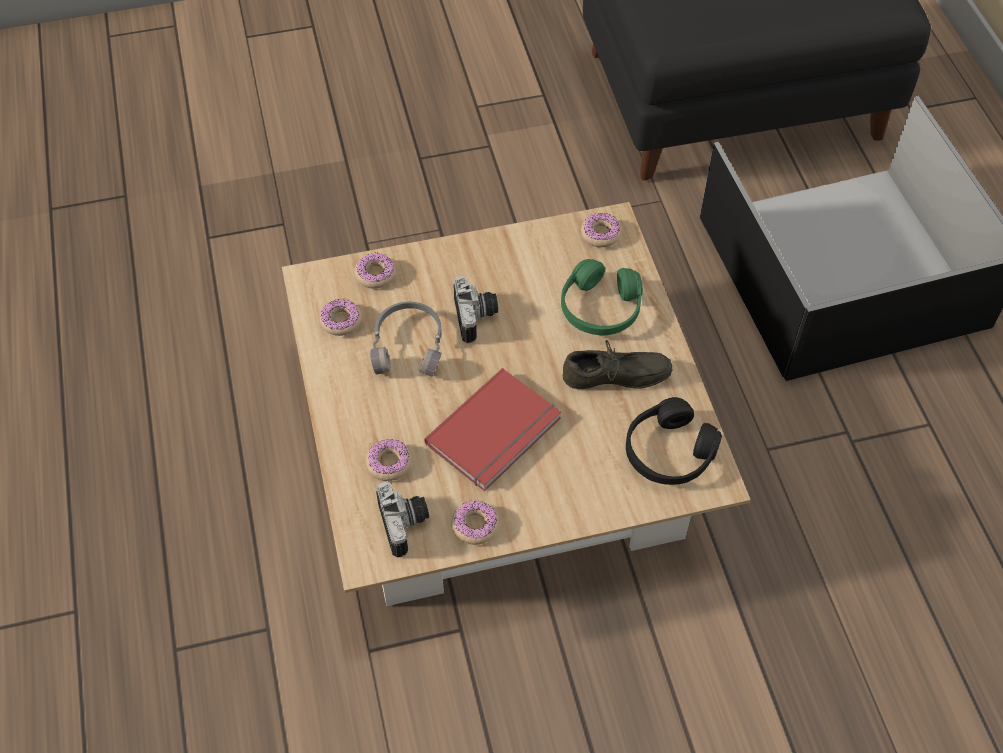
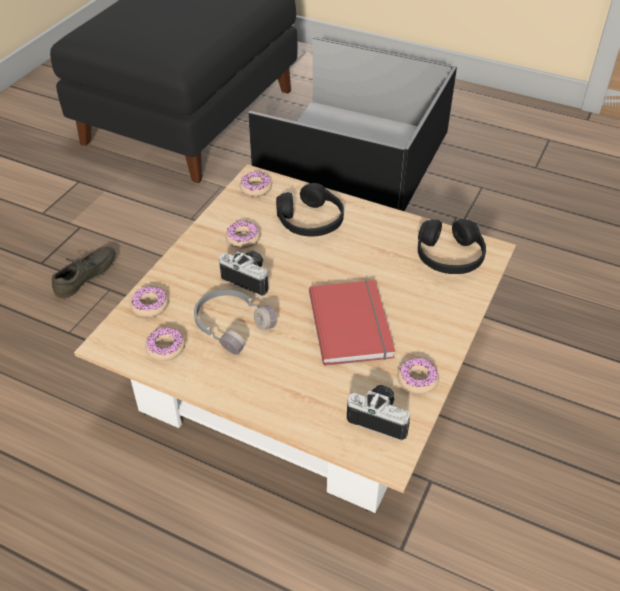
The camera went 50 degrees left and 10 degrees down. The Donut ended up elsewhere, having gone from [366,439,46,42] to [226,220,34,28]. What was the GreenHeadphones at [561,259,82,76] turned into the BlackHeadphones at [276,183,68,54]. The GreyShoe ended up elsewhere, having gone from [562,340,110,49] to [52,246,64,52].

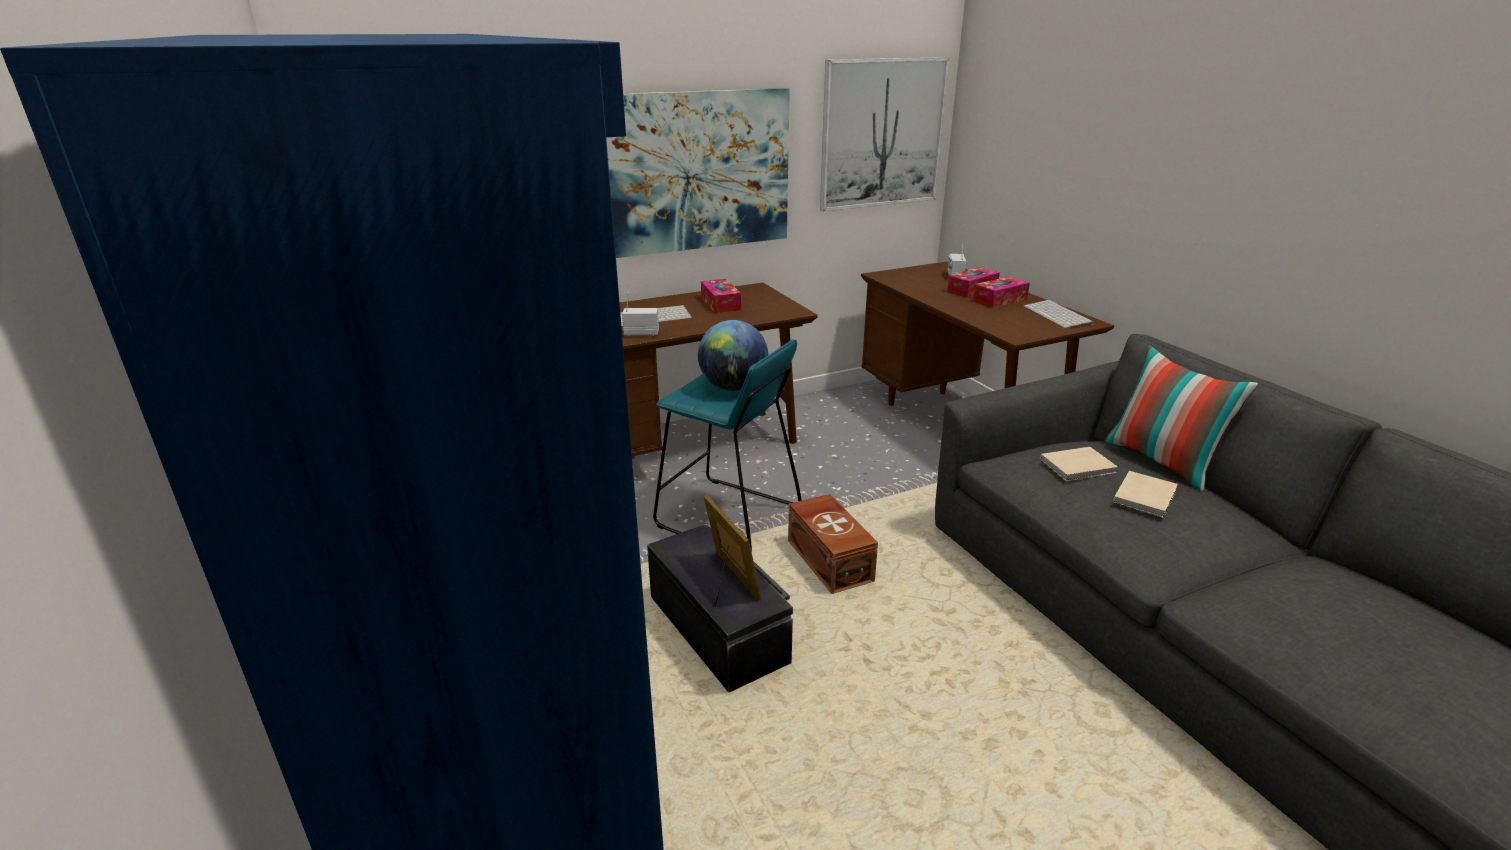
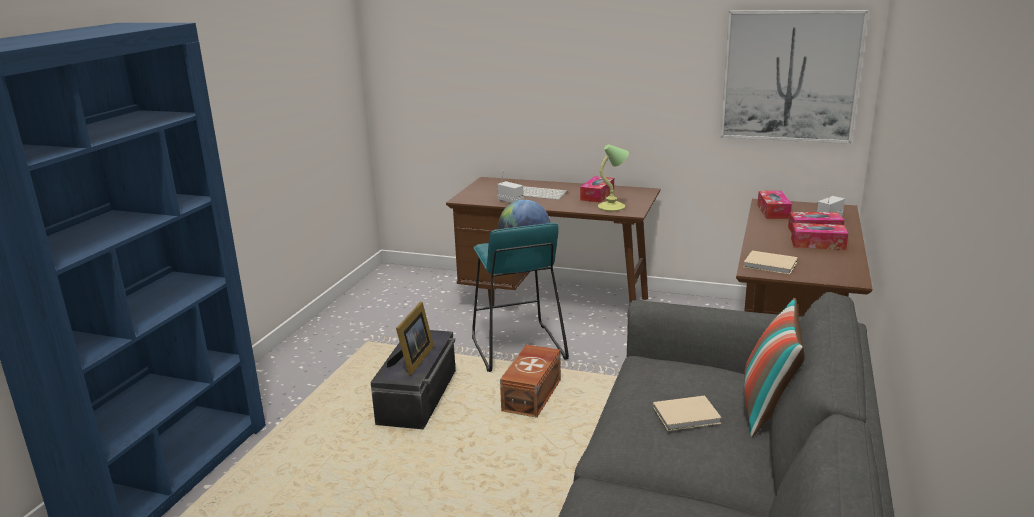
The camera went 45 degrees right and 5 degrees down. The second view lost the Picture at [606,88,184,170]. The second view lost the Keyboard at [1024,300,70,28]. The BeigeBook ended up elsewhere, having gone from [1040,447,78,34] to [744,251,54,24]. The second view gained the TableLamp at [598,144,31,68]. The second view gained the TissueBox at [757,191,35,28].

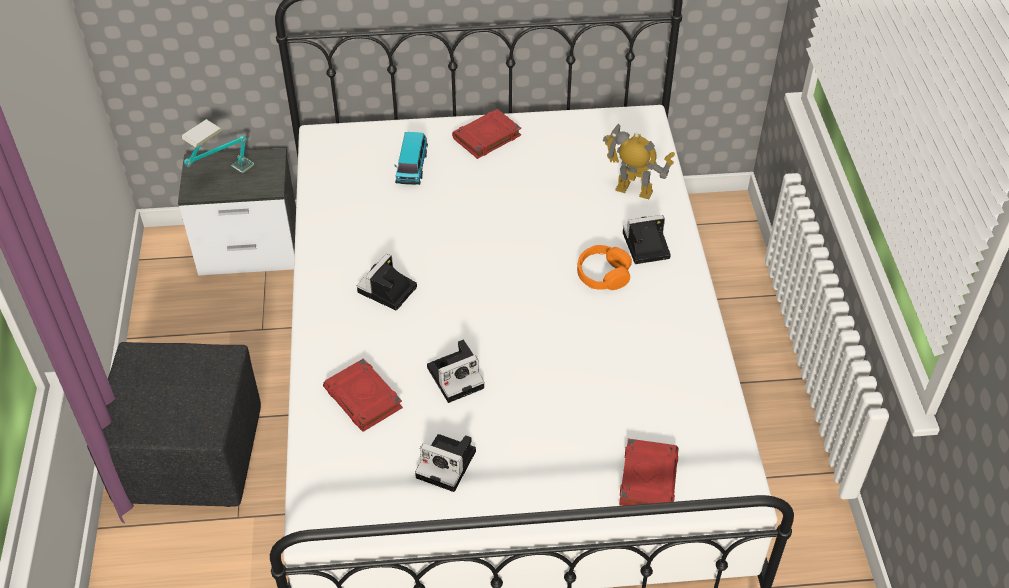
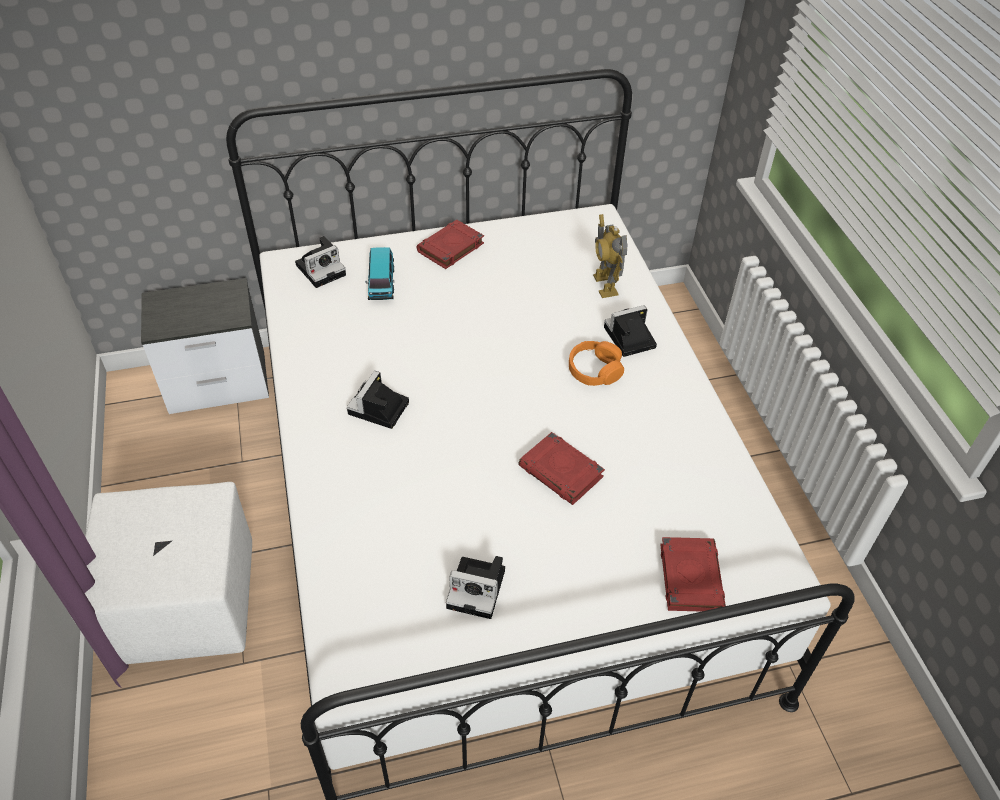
The camera went 10 degrees left and 0 degrees up. What was the BlackOttoman at [87,342,174,165] turned into the WhiteOttoman at [82,482,170,182]. The second view lost the TableLamp at [181,119,73,54]. The RedBook ended up elsewhere, having gone from [323,358,80,74] to [518,432,87,73]. The PhotoCamera ended up elsewhere, having gone from [427,339,57,64] to [295,236,51,52]. The ToyRobot at [602,123,73,76] ended up facing another way, 120 degrees counterclockwise from before.

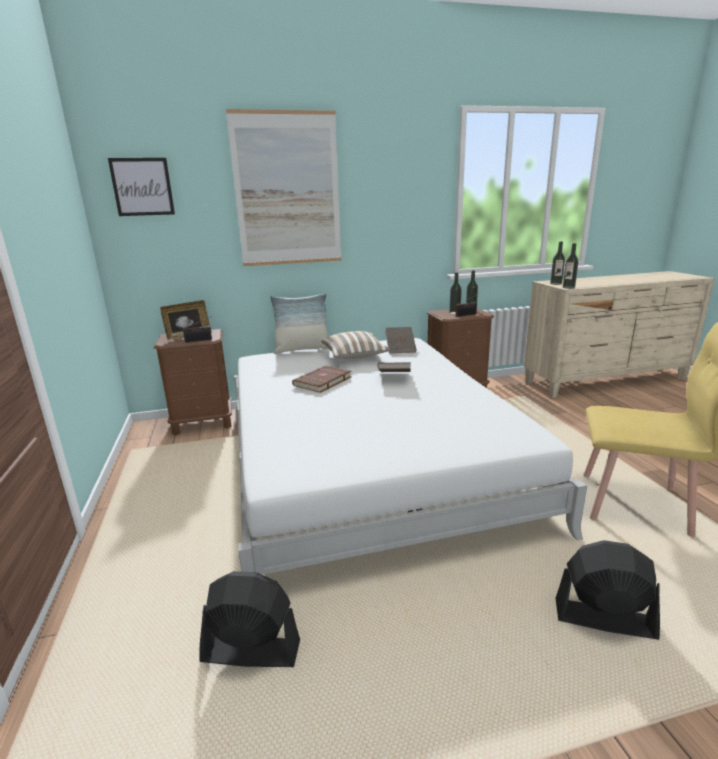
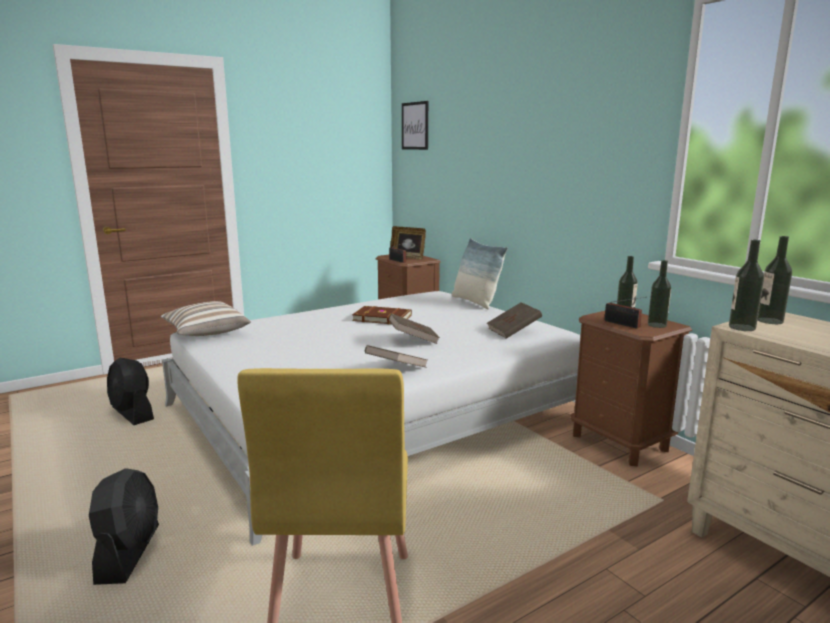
The camera went 70 degrees right and 5 degrees down. The BlackFan at [199,571,101,96] ended up facing another way, 150 degrees clockwise from before. The second view lost the Picture at [226,109,116,157]. The Pillow ended up elsewhere, having gone from [321,331,69,28] to [161,301,90,35]. The second view gained the BrownBook at [365,345,62,23].

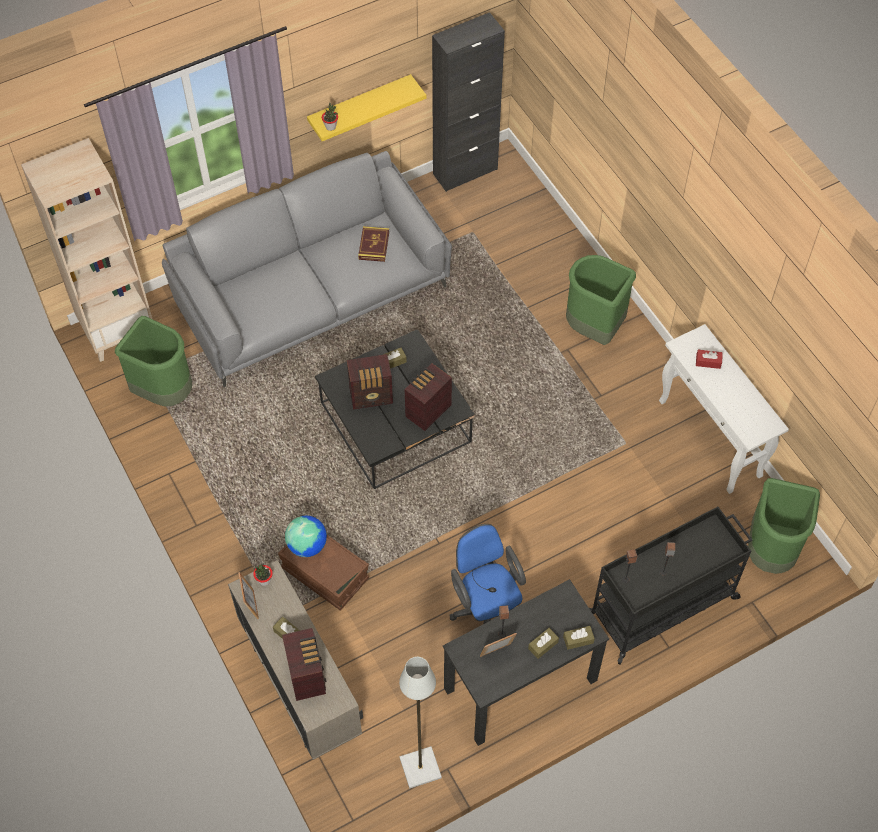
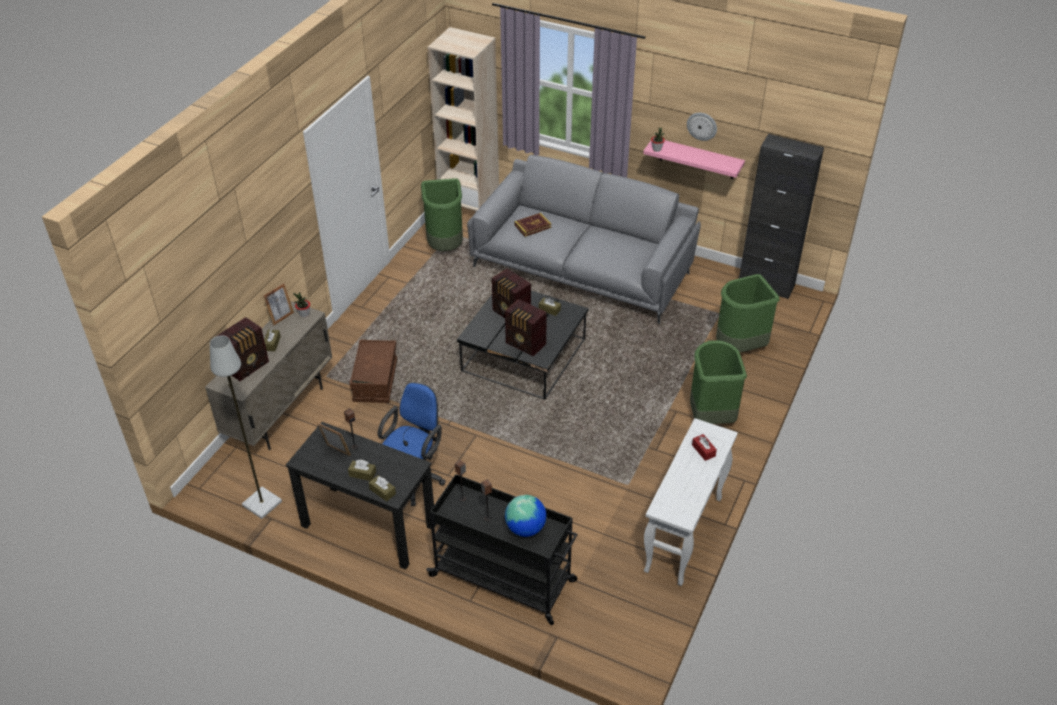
The camera went 55 degrees right and 15 degrees down. The Globe ended up elsewhere, having gone from [285,516,42,41] to [505,495,42,42]. What was the YellowShelf at [307,74,119,67] turned into the PinkShelf at [643,140,102,39]. The Book ended up elsewhere, having gone from [358,226,31,36] to [515,213,36,24]. The Radio at [405,363,47,68] ended up facing another way, 150 degrees counterclockwise from before. The GreenTrashCan ended up elsewhere, having gone from [748,478,72,96] to [716,274,63,78]. The second view gained the WallClock at [687,113,30,28].

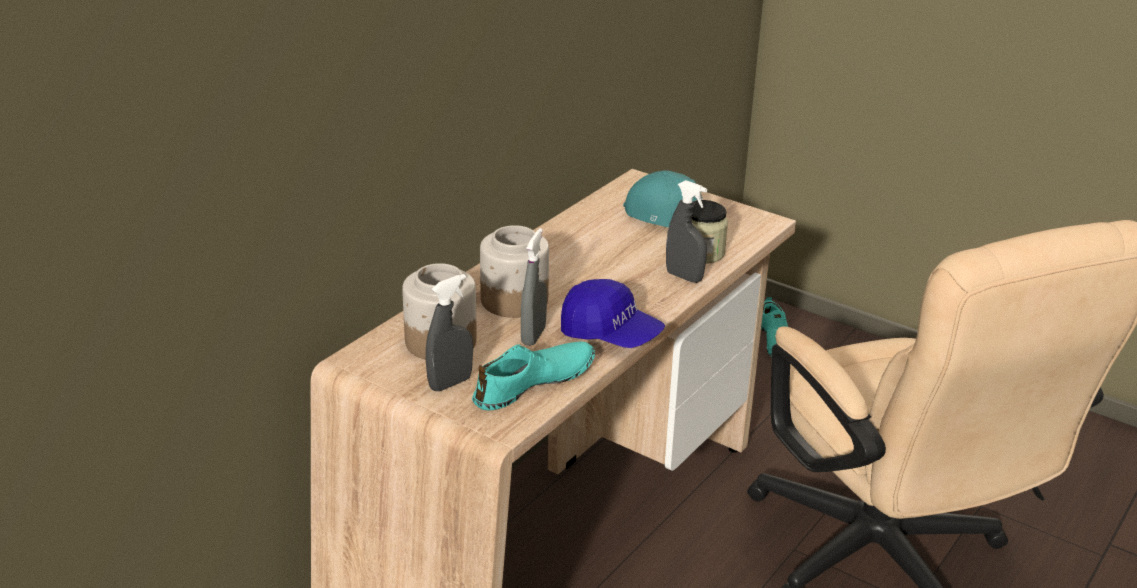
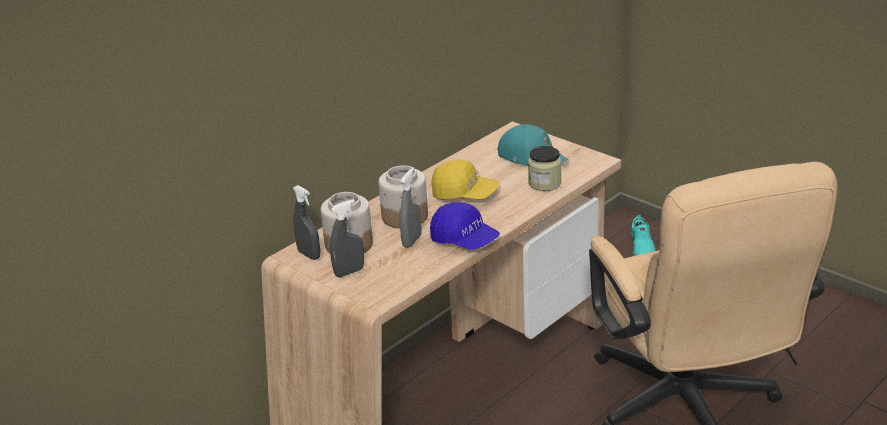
The camera went 10 degrees right and 0 degrees up. The second view lost the TurquoiseShoe at [472,341,123,70]. The GreySprayBottle ended up elsewhere, having gone from [666,180,41,103] to [293,185,27,75]. The second view gained the YellowCap at [432,159,68,41].

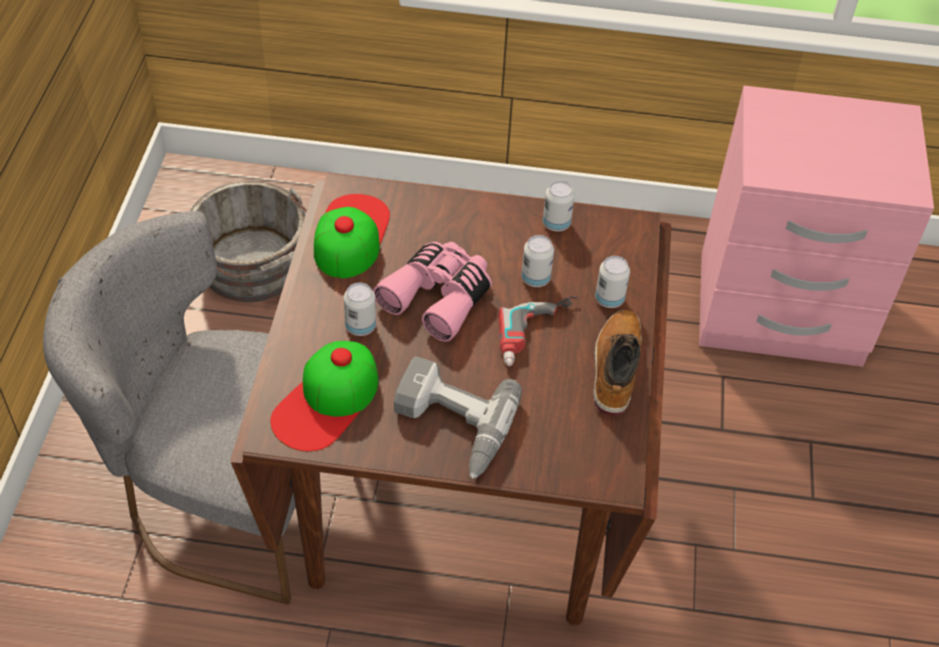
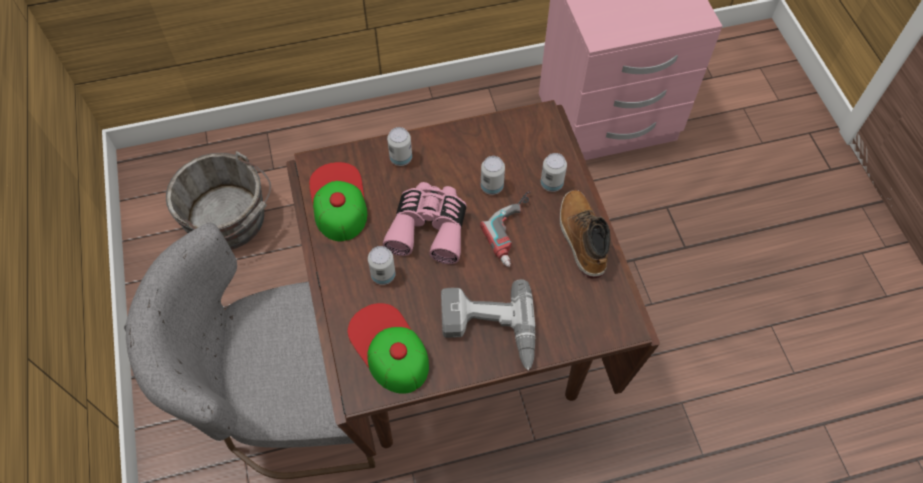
The camera went 20 degrees left and 10 degrees up. The Cap at [270,341,108,111] ended up facing another way, 135 degrees clockwise from before. The Can ended up elsewhere, having gone from [543,180,32,51] to [387,127,25,39].

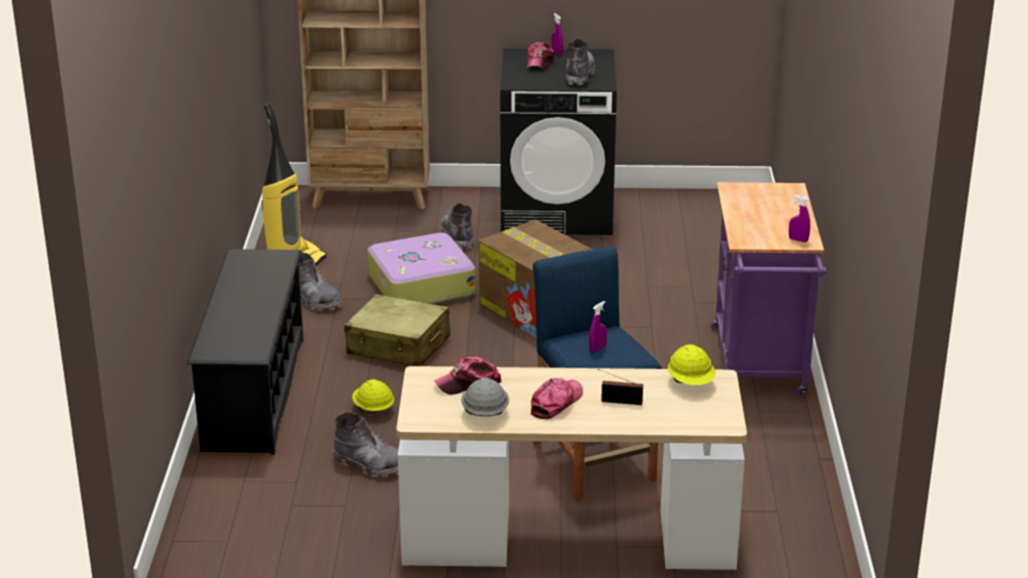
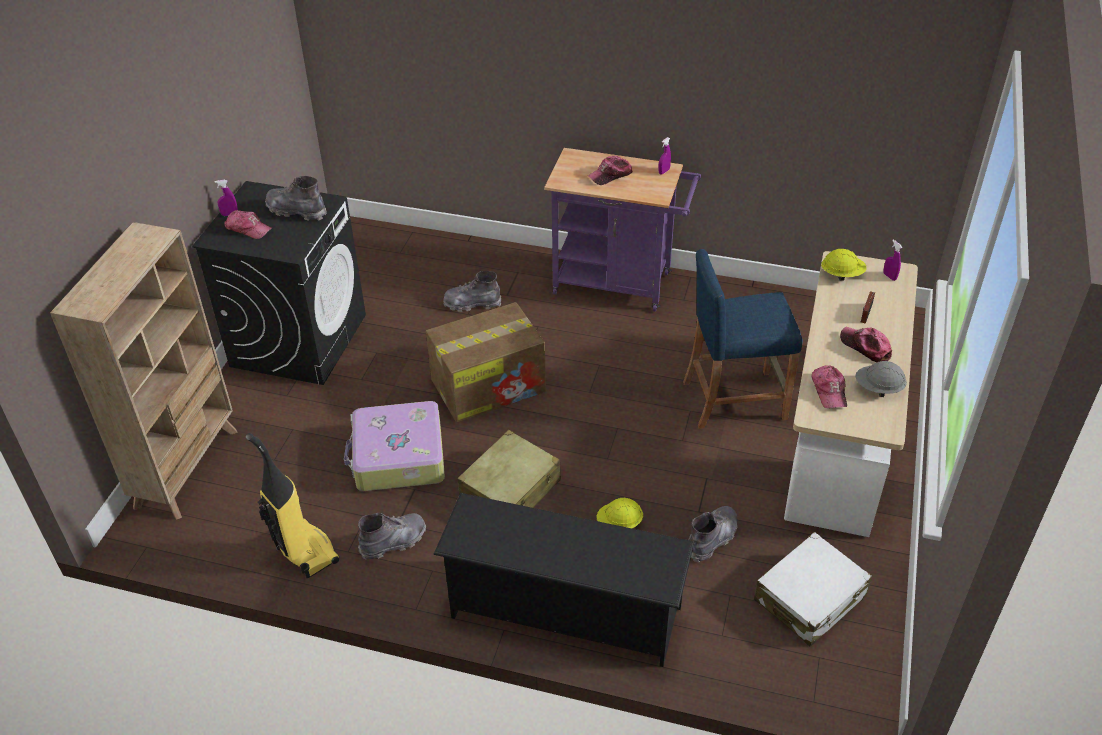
The camera went 75 degrees left and 15 degrees up. The GreyBoot ended up elsewhere, having gone from [441,203,33,47] to [443,271,58,41]. The PurpleSprayBottle ended up elsewhere, having gone from [589,301,18,52] to [883,240,20,41]. The second view gained the Cap at [588,156,45,29]. The second view gained the WhiteSuitcase at [754,532,118,115].

